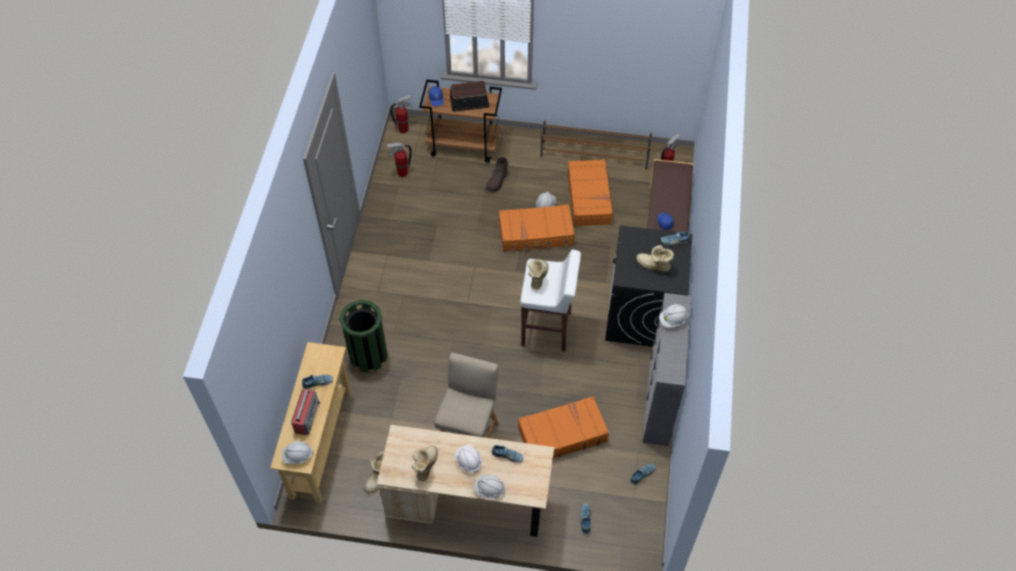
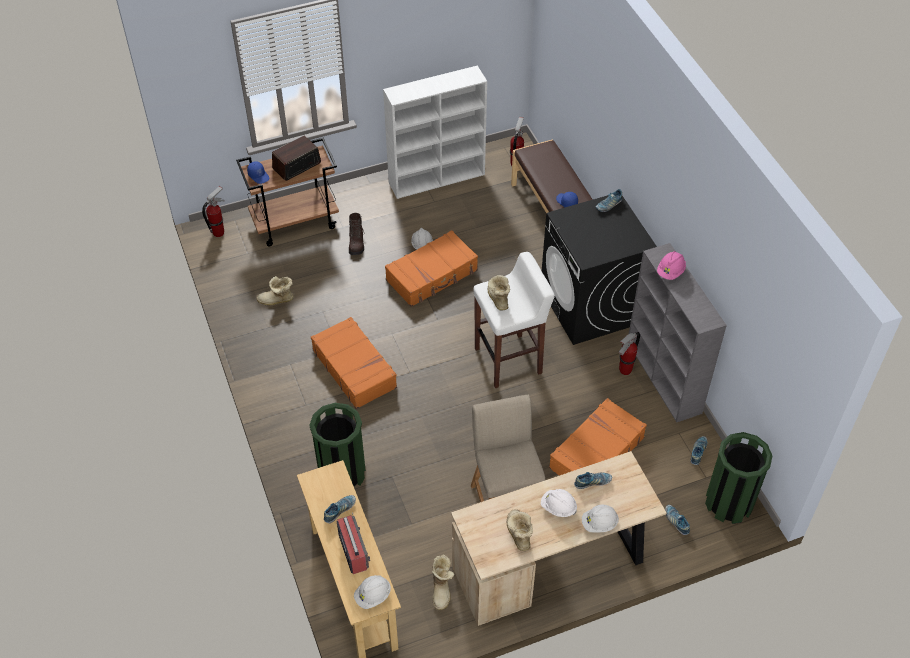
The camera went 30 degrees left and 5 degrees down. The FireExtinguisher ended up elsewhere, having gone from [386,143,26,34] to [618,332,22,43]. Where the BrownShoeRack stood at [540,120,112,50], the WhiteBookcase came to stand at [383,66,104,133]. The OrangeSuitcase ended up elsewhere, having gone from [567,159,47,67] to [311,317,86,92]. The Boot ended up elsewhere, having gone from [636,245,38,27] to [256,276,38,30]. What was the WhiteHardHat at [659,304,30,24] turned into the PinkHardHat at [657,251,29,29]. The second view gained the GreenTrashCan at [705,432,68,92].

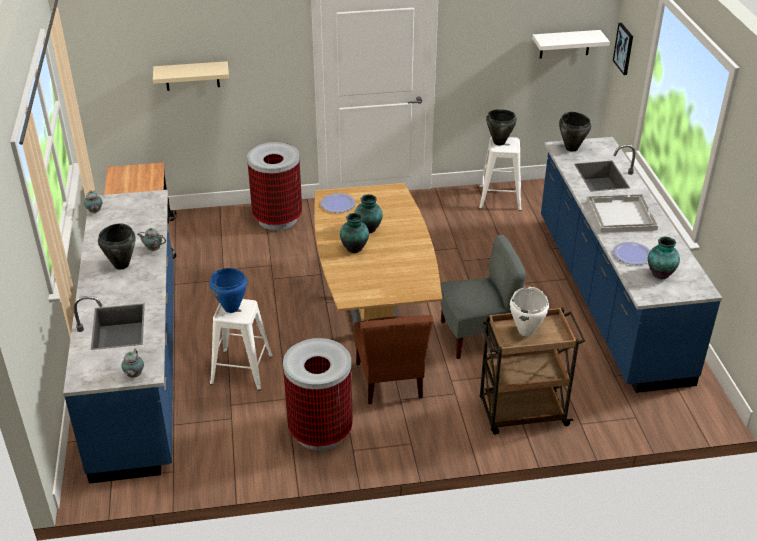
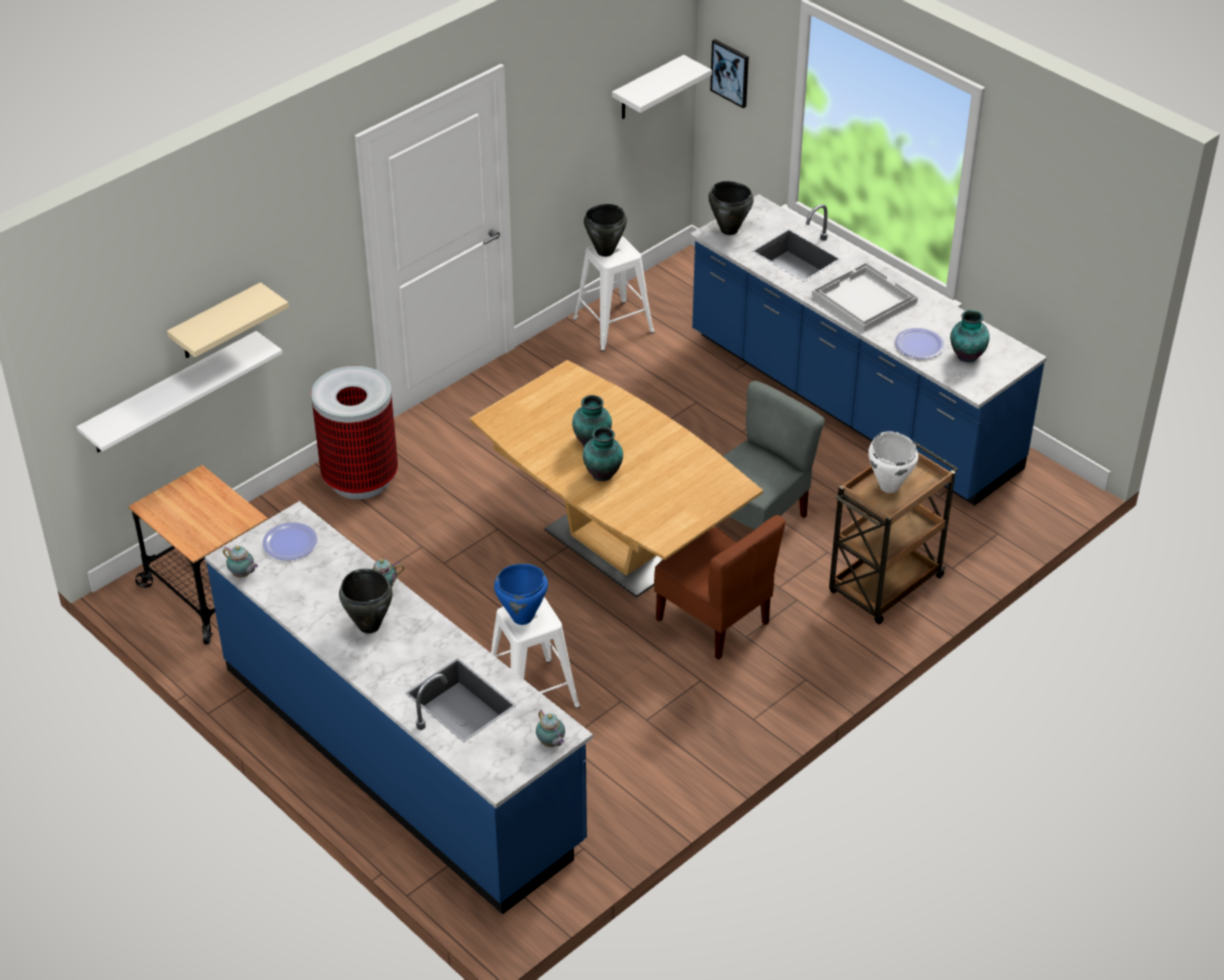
The camera went 35 degrees left and 5 degrees up. The second view lost the TrashCan at [283,338,70,112]. The Plate ended up elsewhere, having gone from [320,193,35,20] to [262,522,56,38]. The second view gained the WhiteShelf at [77,331,206,121].

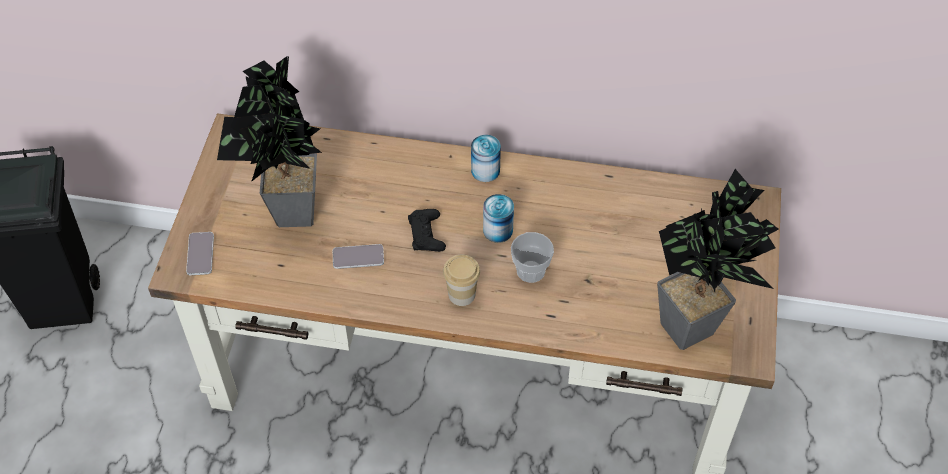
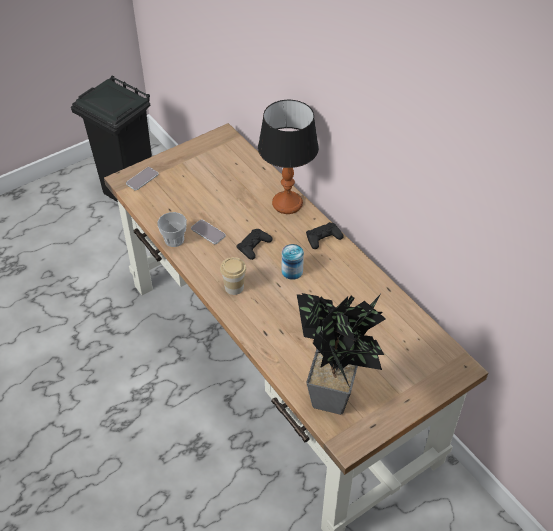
The camera went 45 degrees right and 5 degrees down. The second view lost the PottedPlant at [217,56,105,171]. Where the Can stood at [471,135,30,47], the BlackGameController came to stand at [306,222,38,27]. The Cup ended up elsewhere, having gone from [511,232,43,51] to [157,212,30,35]. The second view gained the TableLamp at [258,100,61,114].

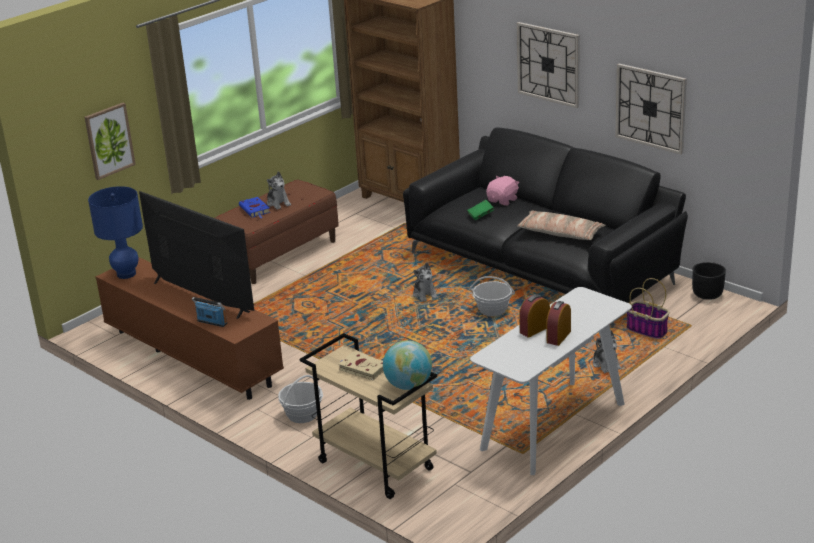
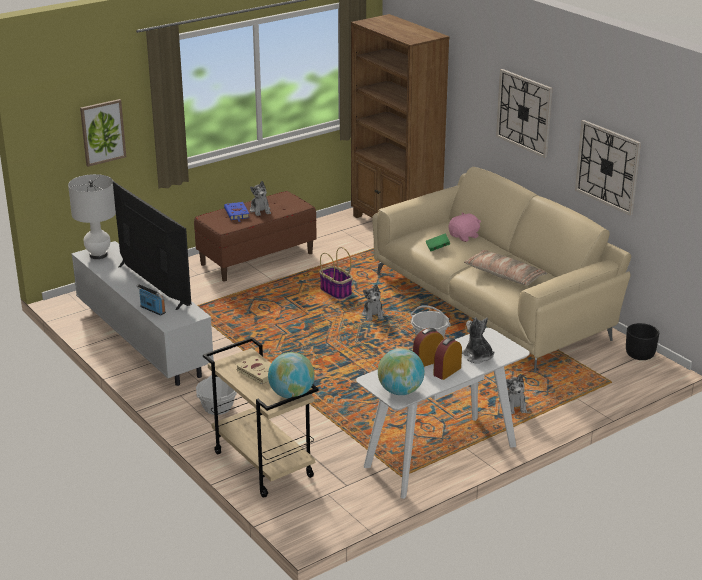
The camera went 10 degrees right and 0 degrees up. What was the BlueTableLamp at [88,186,55,93] turned into the WhiteTableLamp at [68,174,48,85]. What was the BrownTvStand at [95,257,189,143] turned into the WhiteTvStand at [71,241,143,145]. What was the BlackSofa at [403,127,285,201] turned into the BeigeSofa at [372,167,259,206]. The Basket ended up elsewhere, having gone from [627,278,42,61] to [319,247,34,53]. The second view gained the Globe at [378,348,47,47]. The second view gained the PlushToy at [462,317,32,47].

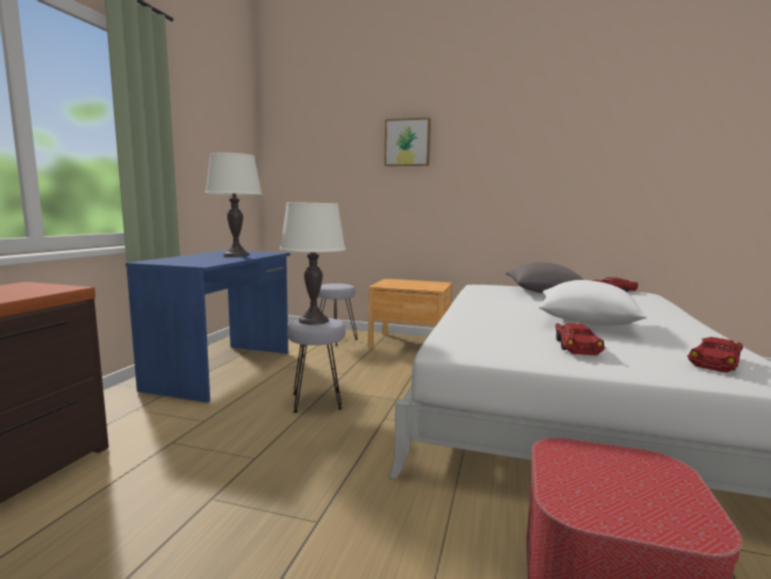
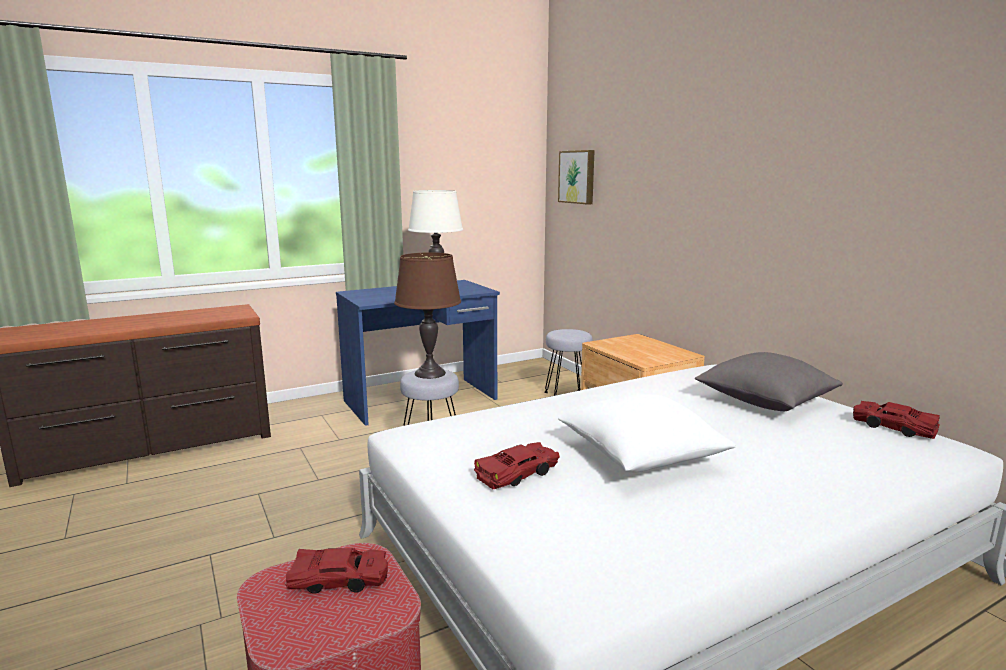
The camera went 45 degrees right and 5 degrees up. What was the WhiteTableLamp at [280,202,66,123] turned into the BrownTableLamp at [394,252,67,127]. The Picture ended up elsewhere, having gone from [384,118,47,48] to [558,150,37,55]. The RedToyCar ended up elsewhere, having gone from [687,337,56,36] to [286,548,102,45].

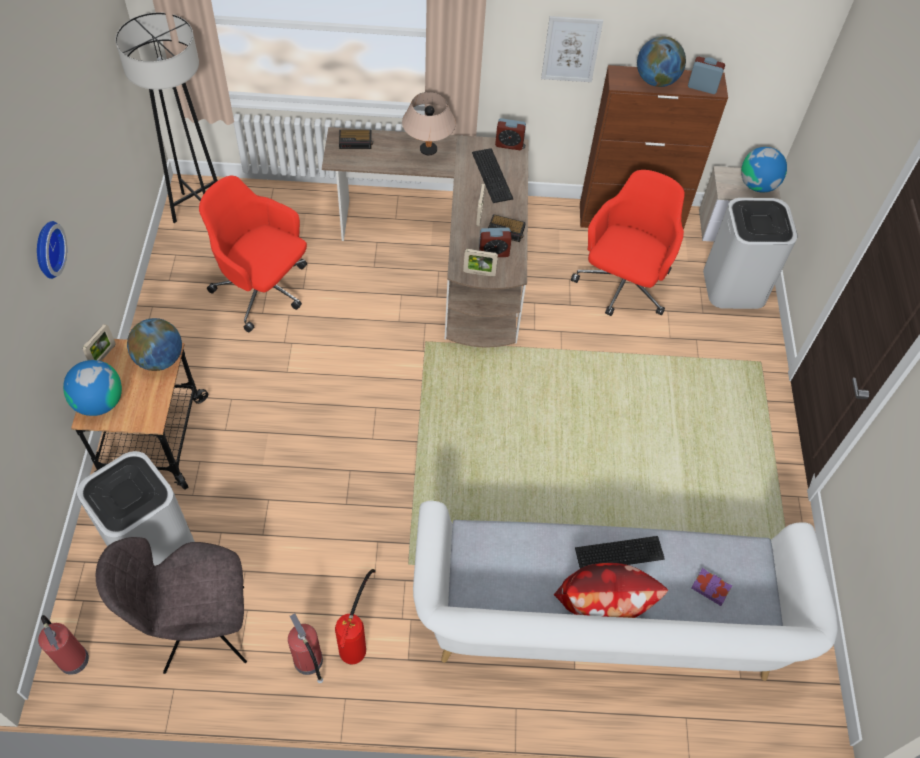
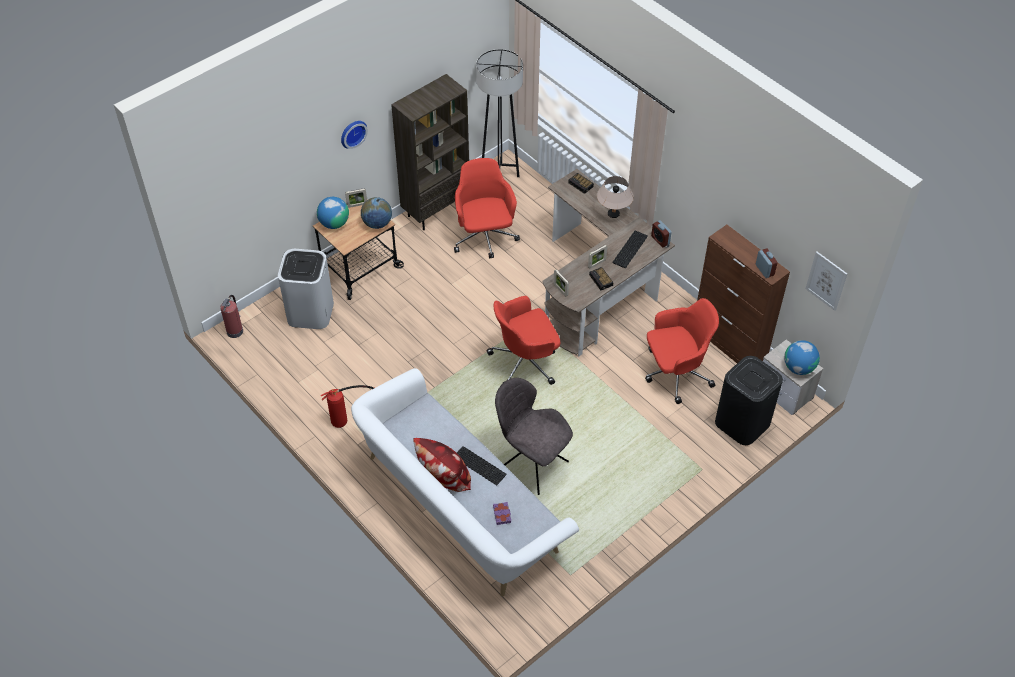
The camera went 50 degrees right and 5 degrees down. The GreyChair ended up elsewhere, having gone from [96,537,151,137] to [495,378,78,117]. The second view lost the FireExtinguisher at [288,613,35,70]. The second view lost the AlarmClock at [479,228,33,29]. The Picture ended up elsewhere, having gone from [541,16,62,66] to [806,252,41,59]. The second view lost the Globe at [637,36,49,51]. What was the WhiteTrashCan at [703,198,94,111] turned into the BlackTrashCan at [715,356,68,89]. The second view gained the BrownBookcase at [391,74,78,156]. The second view gained the RedOfficeChair at [487,296,74,89].

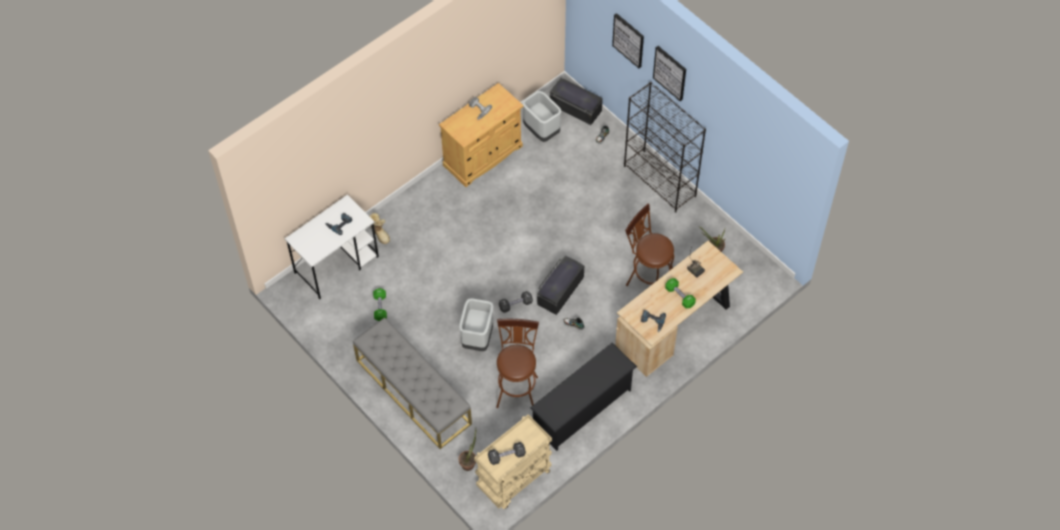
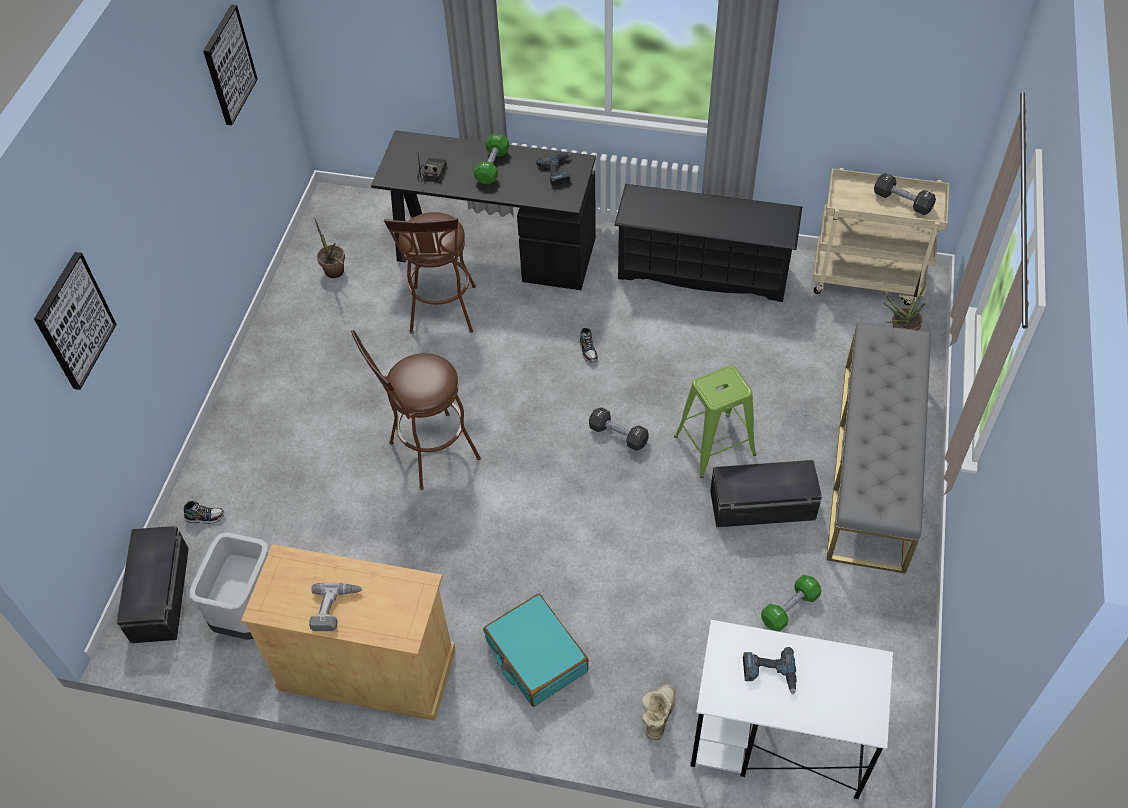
The camera went 125 degrees left and 5 degrees down. Where the GreyTrashCan stood at [459,298,34,53], the GreenStool came to stand at [674,365,82,113]. The BrownStool ended up elsewhere, having gone from [496,319,43,89] to [351,330,130,160]. The BlackStorageBox ended up elsewhere, having gone from [537,255,47,60] to [710,460,112,67]. What was the BeigeDesk at [615,241,128,136] turned into the BlackDesk at [371,130,225,160]. The second view lost the BlackBookcase at [624,82,82,131]. The Picture ended up elsewhere, having gone from [653,46,33,55] to [203,5,55,120]. The second view gained the TurquoiseSuitcase at [484,594,105,113].

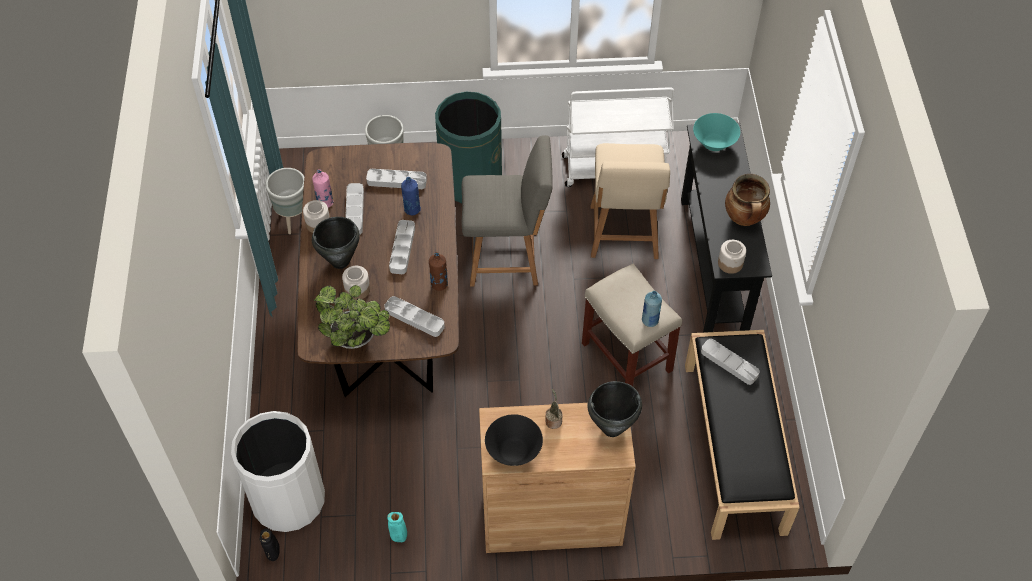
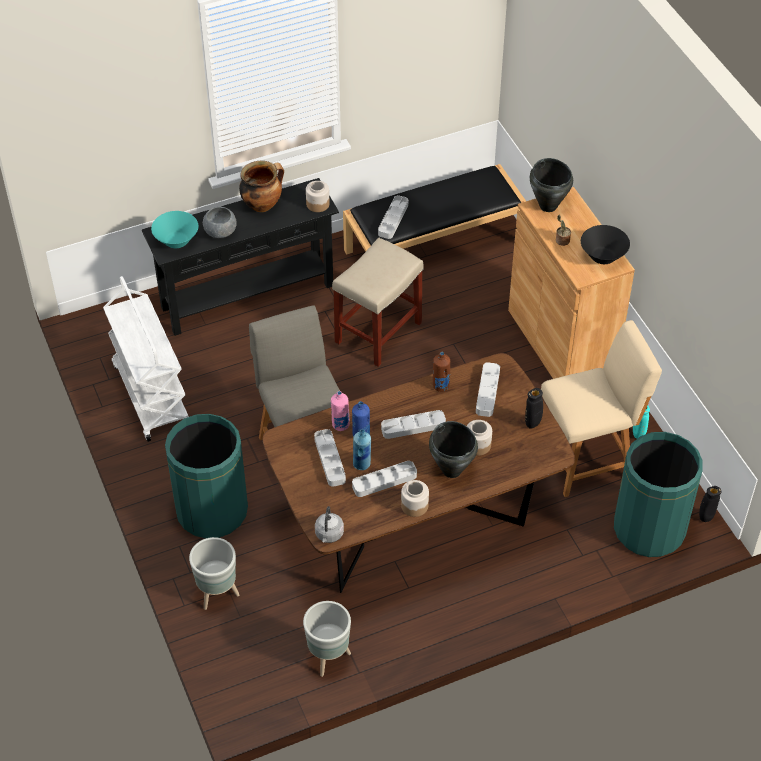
The camera went 110 degrees left and 5 degrees down. What was the WhiteTrashCan at [231,411,94,121] turned into the GreenTrashCan at [614,432,89,125]. The PinkBottle ended up elsewhere, having gone from [312,169,22,39] to [331,391,19,40]. Where the PottedPlant stood at [314,285,76,64], the BlackVase came to stand at [525,388,18,41]. The BeigeChair ended up elsewhere, having gone from [591,143,79,116] to [541,320,121,177]. The BlueBottle ended up elsewhere, having gone from [642,291,20,36] to [353,430,18,40]. The second view gained the GreyBowl at [203,207,34,31]. The second view gained the GreyKettle at [315,506,29,37].

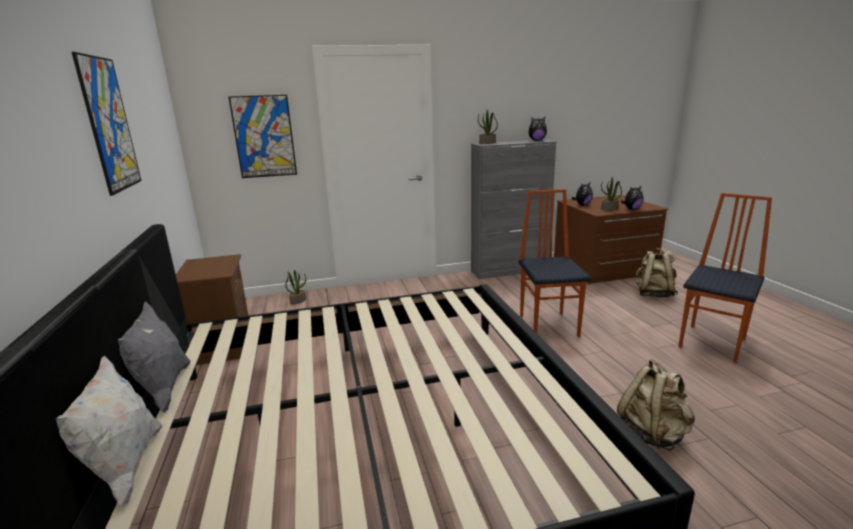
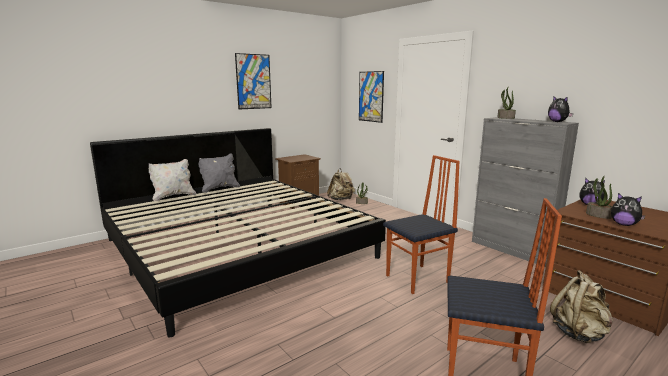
The camera went 65 degrees right and 5 degrees down. The BeigeBackpack ended up elsewhere, having gone from [617,359,78,91] to [327,168,28,32].

